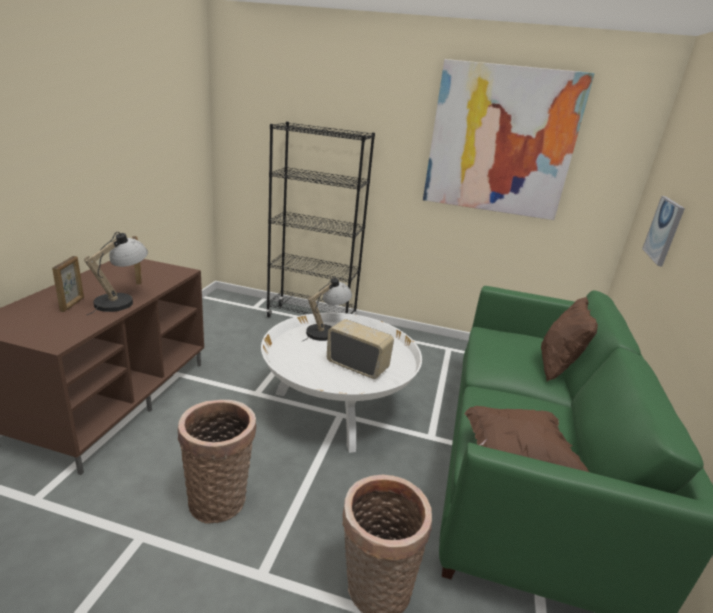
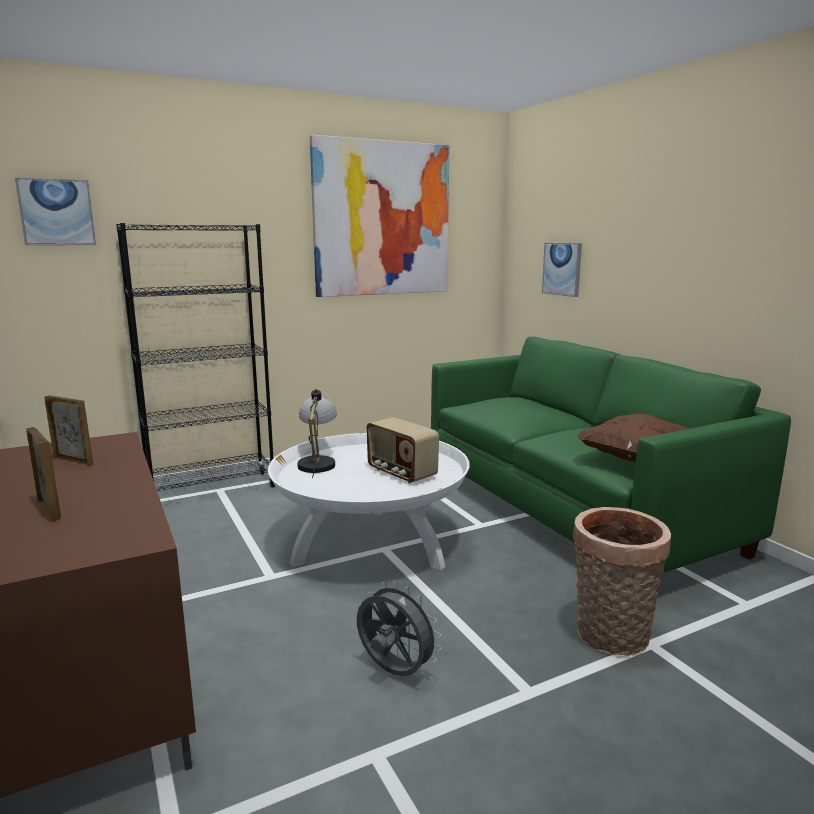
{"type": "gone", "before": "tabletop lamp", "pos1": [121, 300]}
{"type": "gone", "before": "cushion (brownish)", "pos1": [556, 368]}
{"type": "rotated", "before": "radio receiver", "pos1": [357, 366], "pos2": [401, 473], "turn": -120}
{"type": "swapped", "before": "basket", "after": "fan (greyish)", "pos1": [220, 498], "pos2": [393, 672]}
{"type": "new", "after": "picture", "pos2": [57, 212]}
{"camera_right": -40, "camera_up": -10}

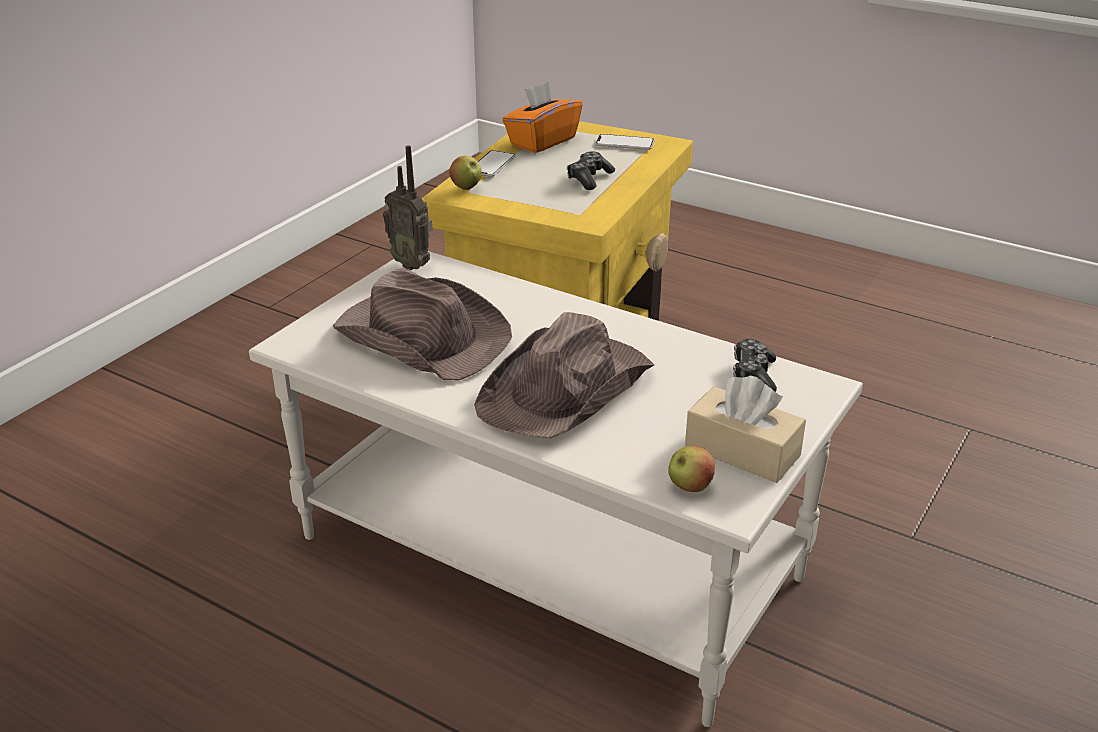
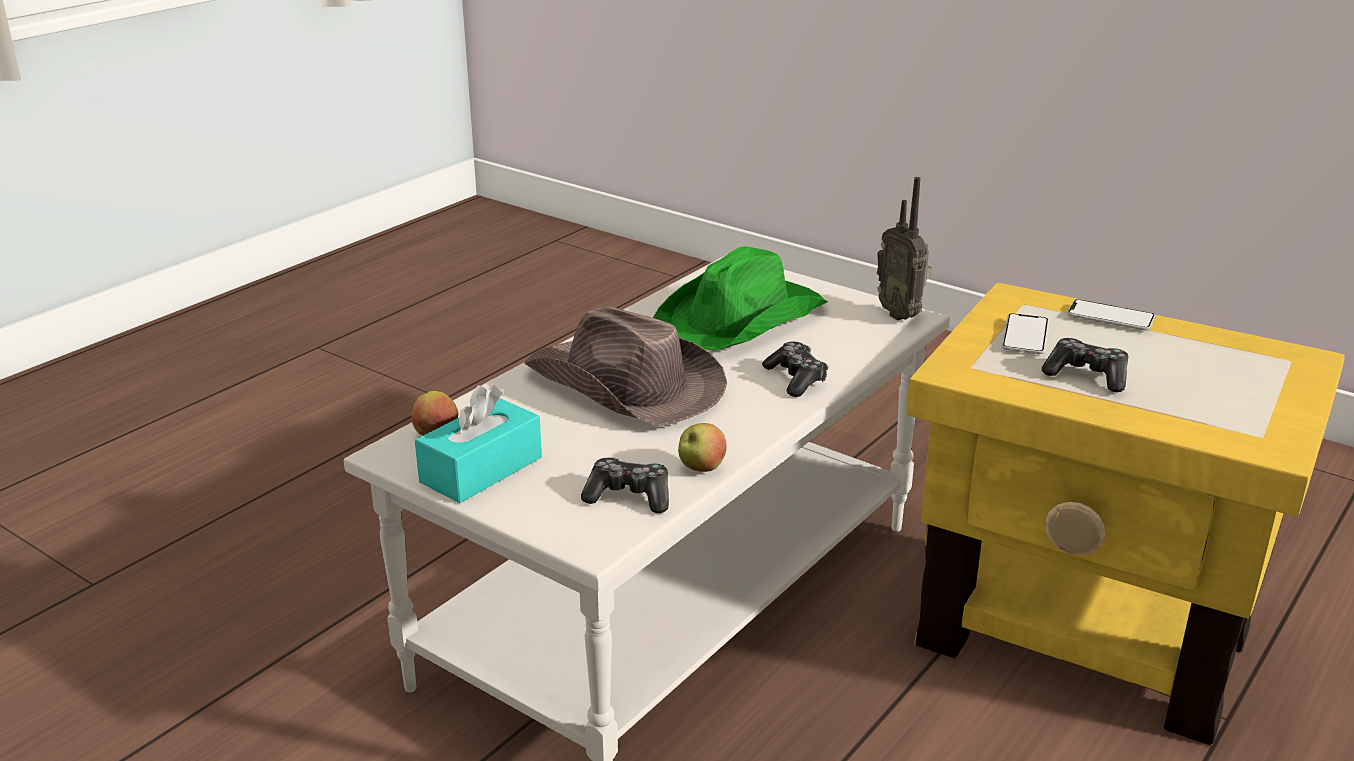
{"type": "gone", "before": "tissue box (orange-coloured)", "pos1": [542, 141]}
{"type": "shifted", "before": "telephone", "pos1": [624, 143], "pos2": [1025, 336]}
{"type": "rotated", "before": "radio receiver", "pos1": [412, 264], "pos2": [901, 314], "turn": -75}
{"type": "shifted", "before": "whole apple", "pos1": [466, 187], "pos2": [701, 468]}
{"type": "repainted", "before": "wearable hat (brownish)", "after": "wearable hat (green)", "pos1": [422, 336], "pos2": [741, 319]}
{"type": "repainted", "before": "tissue box (beige-coloured)", "after": "tissue box (turquoise-coloured)", "pos1": [742, 451], "pos2": [481, 470]}
{"type": "new", "after": "gamepad", "pos2": [796, 379]}
{"camera_right": 95, "camera_up": -5}

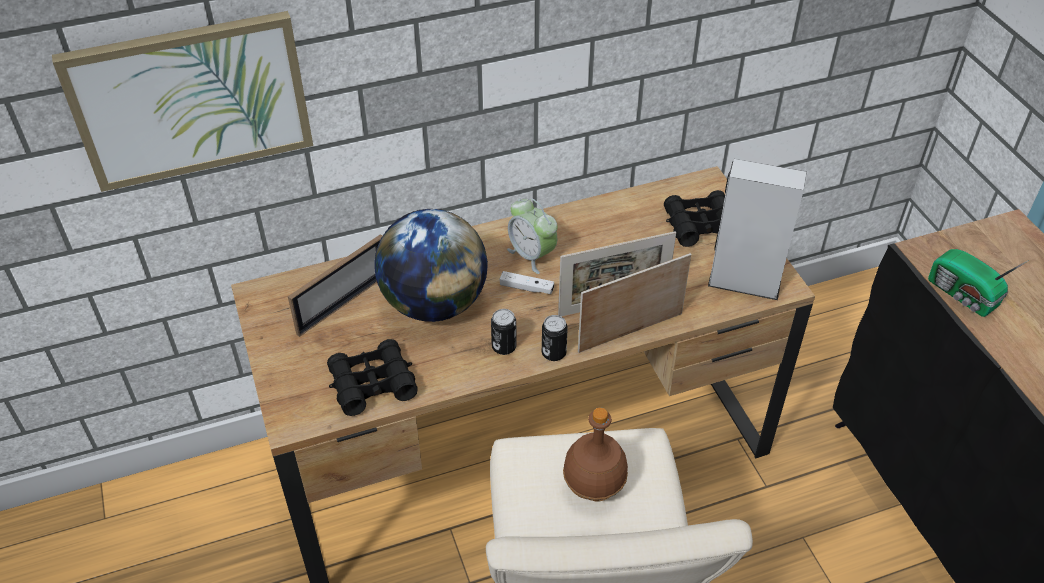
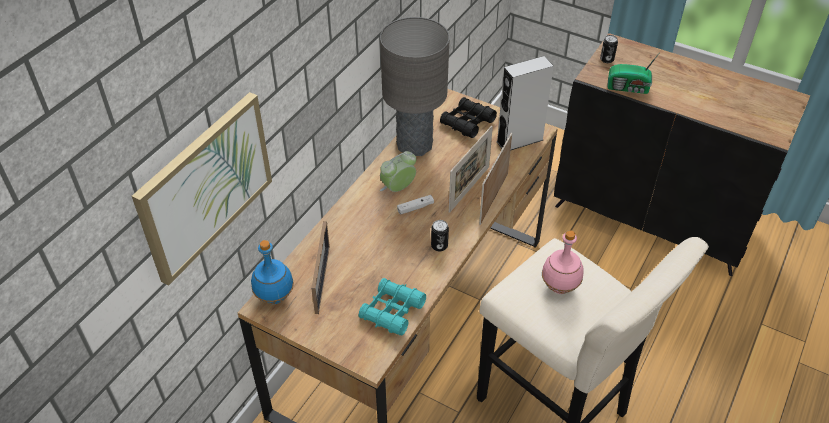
{"type": "rotated", "before": "alarm clock", "pos1": [532, 255], "pos2": [398, 188], "turn": 135}
{"type": "gone", "before": "desk globe", "pos1": [434, 303]}
{"type": "shifted", "before": "can", "pos1": [553, 353], "pos2": [607, 59]}
{"type": "repainted", "before": "binoculars (blackish)", "after": "binoculars (turquoise-coloured)", "pos1": [372, 384], "pos2": [392, 311]}
{"type": "repainted", "before": "bottle (brownish)", "after": "bottle (pinkish)", "pos1": [592, 489], "pos2": [559, 287]}
{"type": "new", "after": "tabletop lamp (greyish)", "pos2": [414, 145]}
{"type": "new", "after": "bottle (bluish)", "pos2": [275, 297]}
{"camera_right": -40, "camera_up": 0}

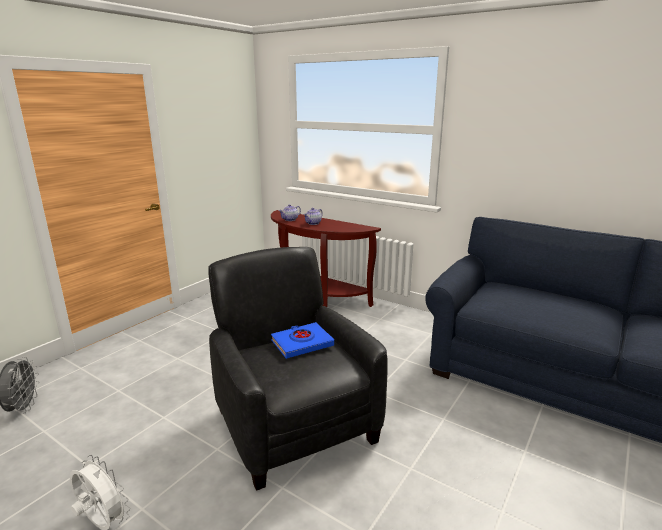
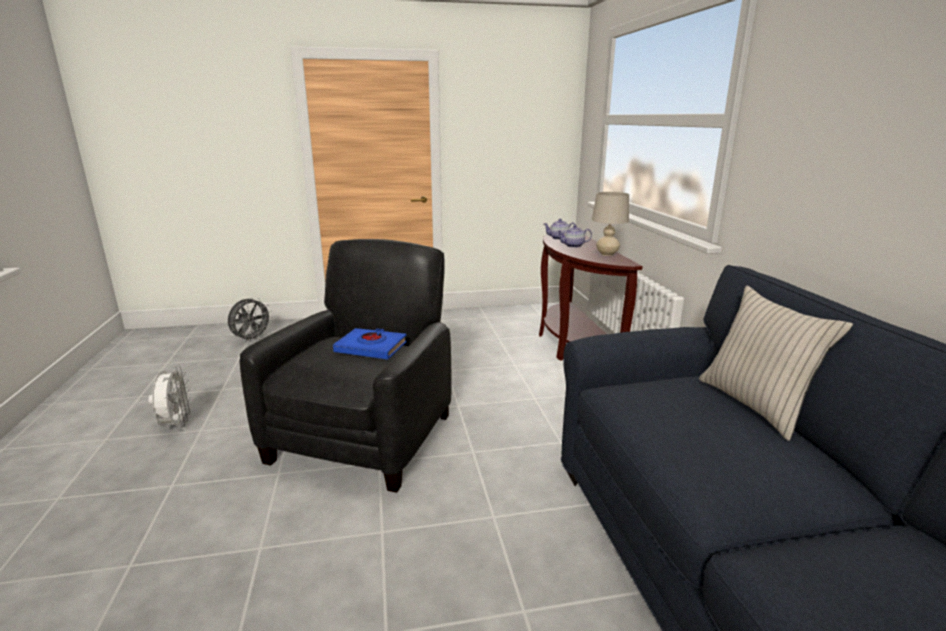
{"type": "new", "after": "tabletop lamp (beige-coloured)", "pos2": [607, 254]}
{"type": "new", "after": "cushion (beige-coloured)", "pos2": [755, 405]}
{"camera_right": 45, "camera_up": 0}

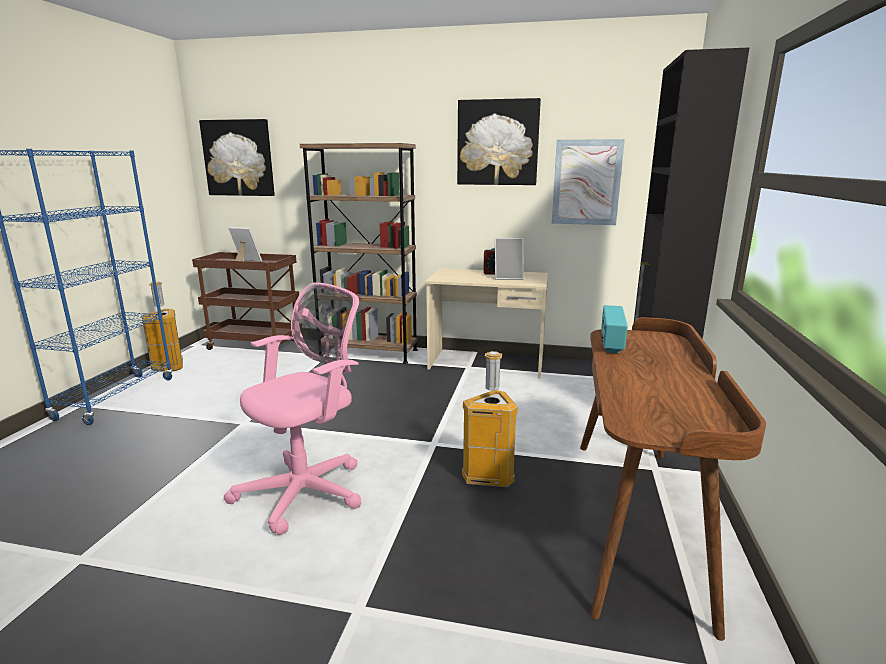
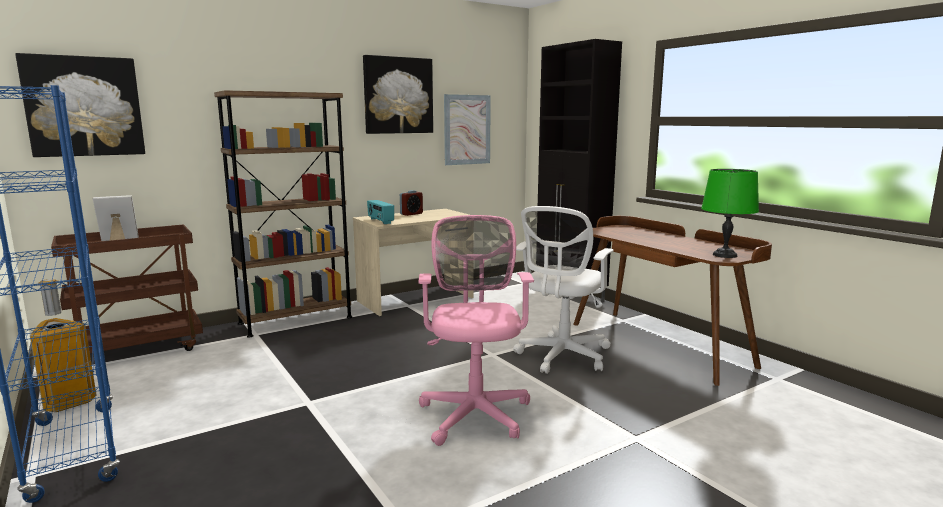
{"type": "gone", "before": "photo frame", "pos1": [508, 278]}
{"type": "shifted", "before": "radio receiver", "pos1": [610, 343], "pos2": [380, 221]}
{"type": "swapped", "before": "waste bin", "after": "desk chair (white-coloured)", "pos1": [487, 478], "pos2": [561, 357]}
{"type": "new", "after": "tabletop lamp (green)", "pos2": [724, 255]}
{"camera_right": -45, "camera_up": -5}

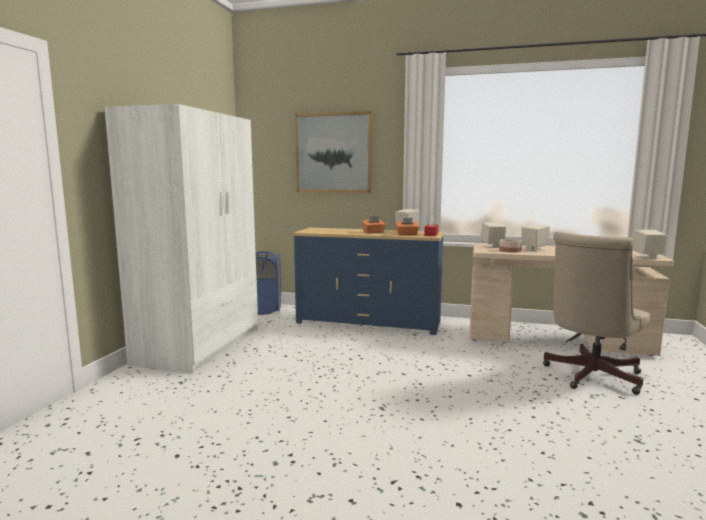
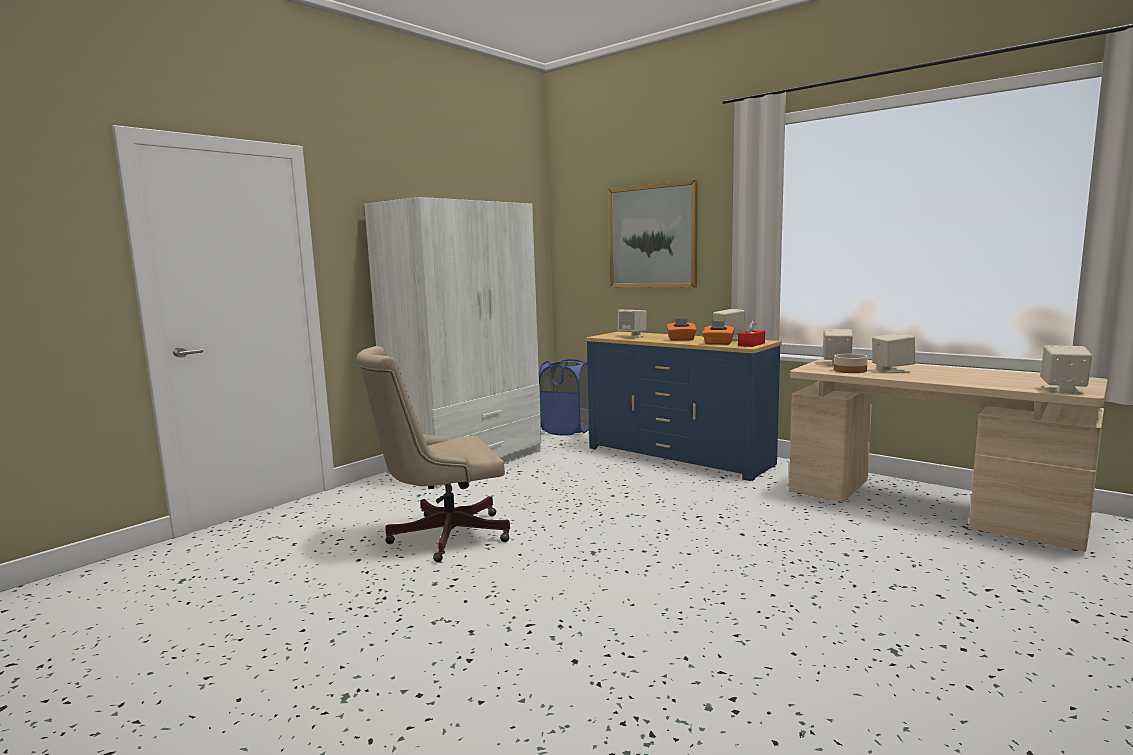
{"type": "shifted", "before": "desk chair (beige-coloured)", "pos1": [590, 377], "pos2": [441, 536]}
{"type": "new", "after": "audio speaker (beige-coloured)", "pos2": [632, 336]}
{"camera_right": 25, "camera_up": 0}

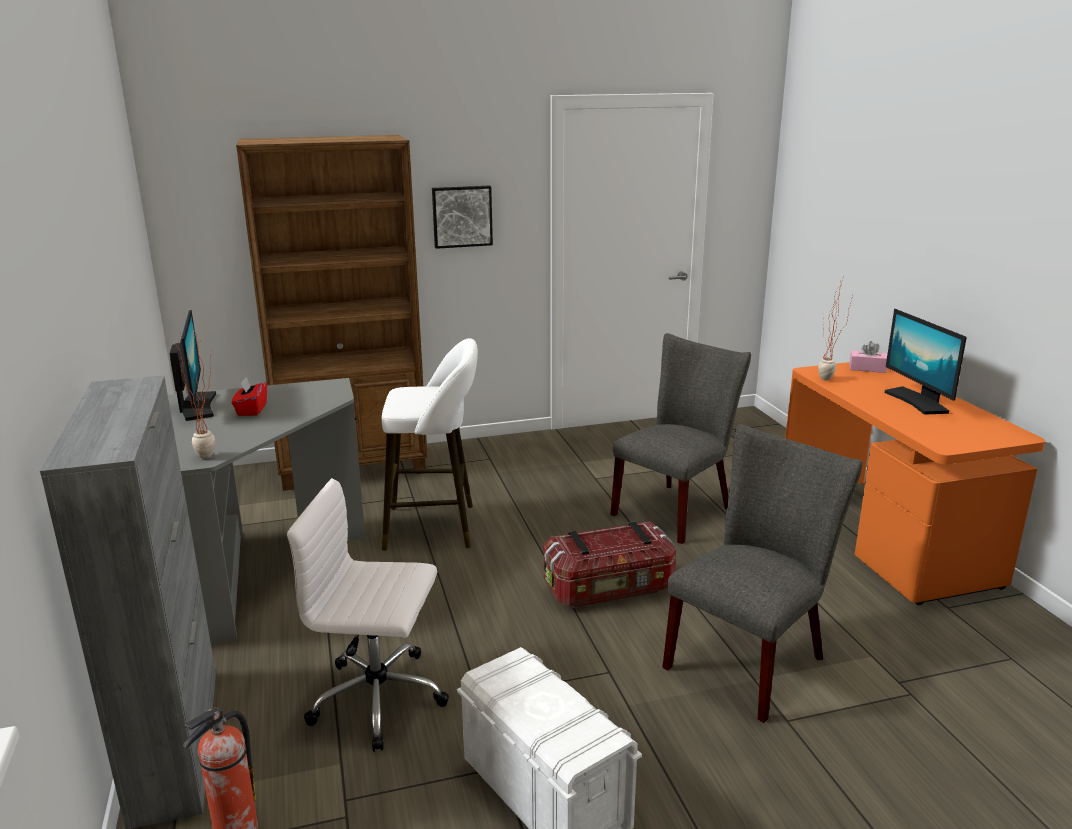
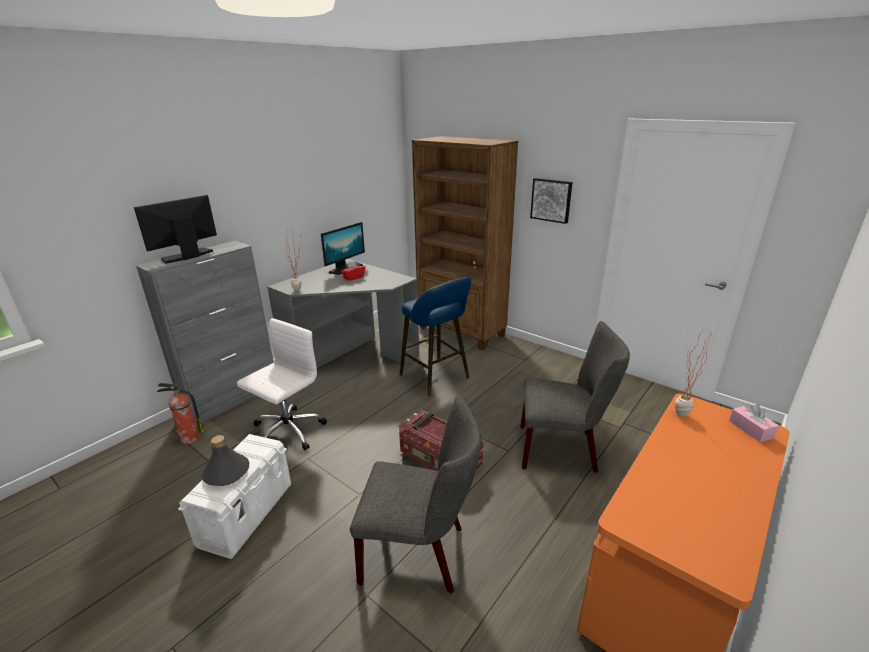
{"type": "shifted", "before": "computer display", "pos1": [917, 401], "pos2": [187, 256]}
{"type": "repainted", "before": "stool seat (white-coloured)", "after": "stool seat (bluish)", "pos1": [436, 527], "pos2": [437, 378]}
{"type": "rotated", "before": "desk chair (white-coloured)", "pos1": [380, 699], "pos2": [287, 431], "turn": 60}
{"type": "new", "after": "bottle (greyish)", "pos2": [227, 473]}
{"camera_right": 55, "camera_up": 5}

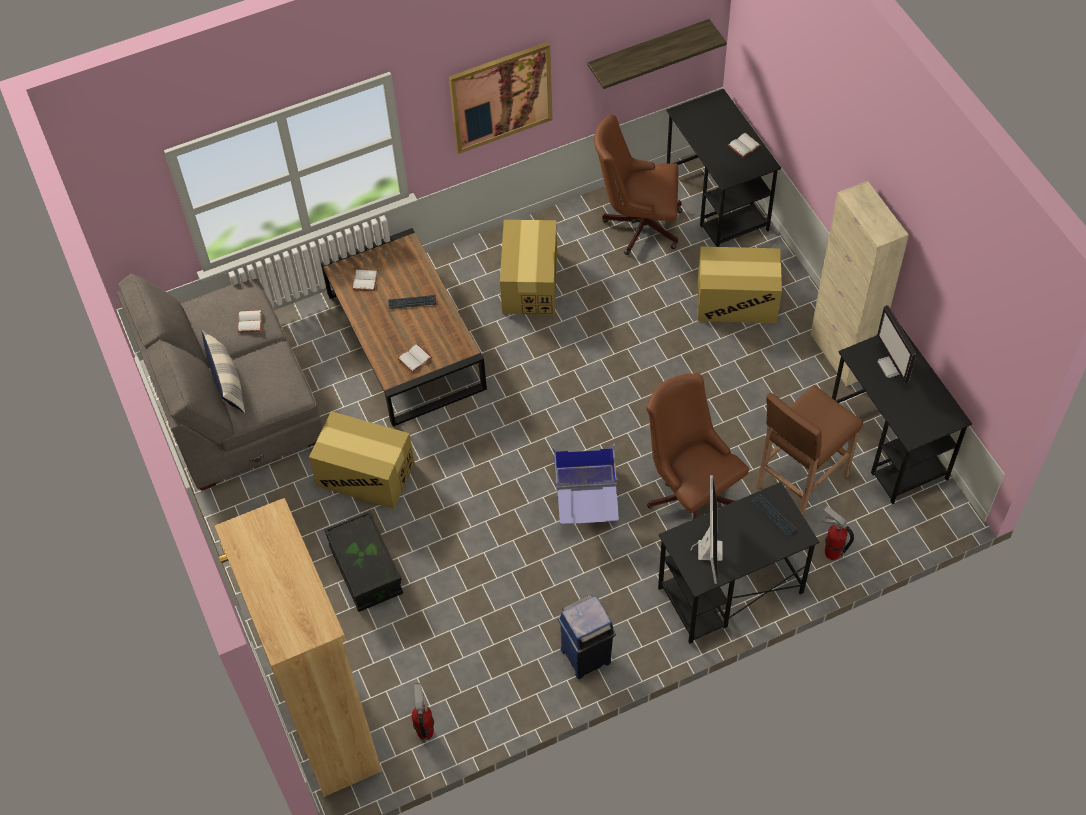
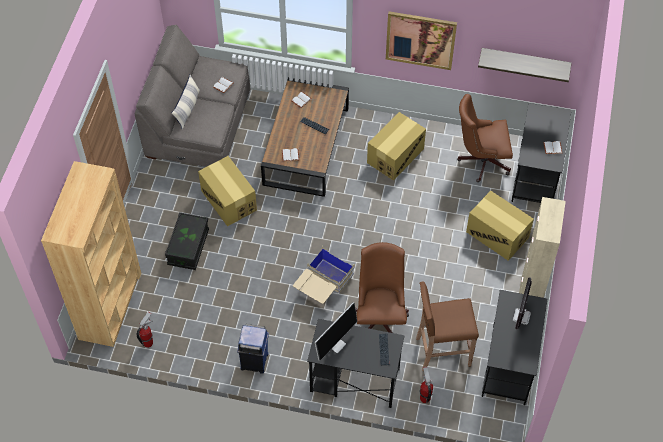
{"type": "rotated", "before": "desk chair (brownish)", "pos1": [638, 224], "pos2": [481, 160], "turn": -45}
{"type": "repainted", "before": "storage box (bluish)", "after": "storage box (beige-coloured)", "pos1": [586, 502], "pos2": [323, 286]}
{"camera_right": 35, "camera_up": 0}

